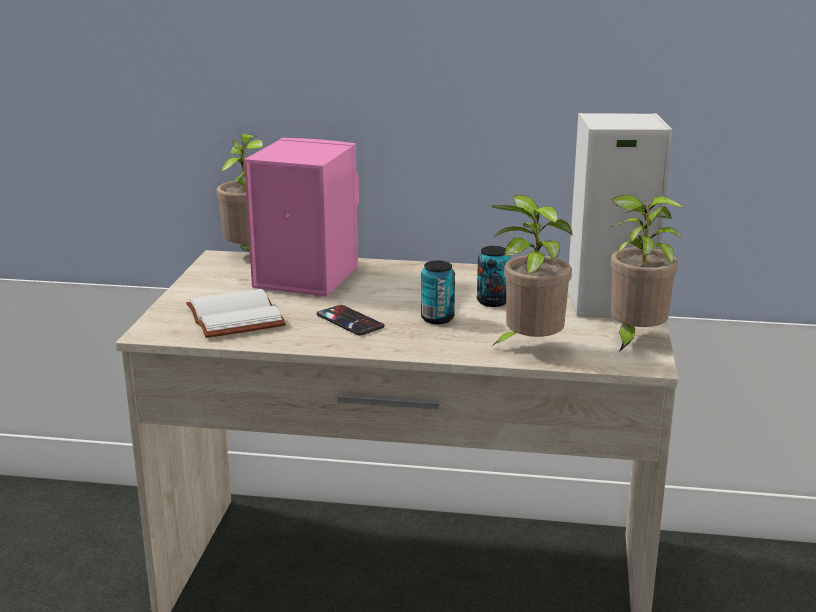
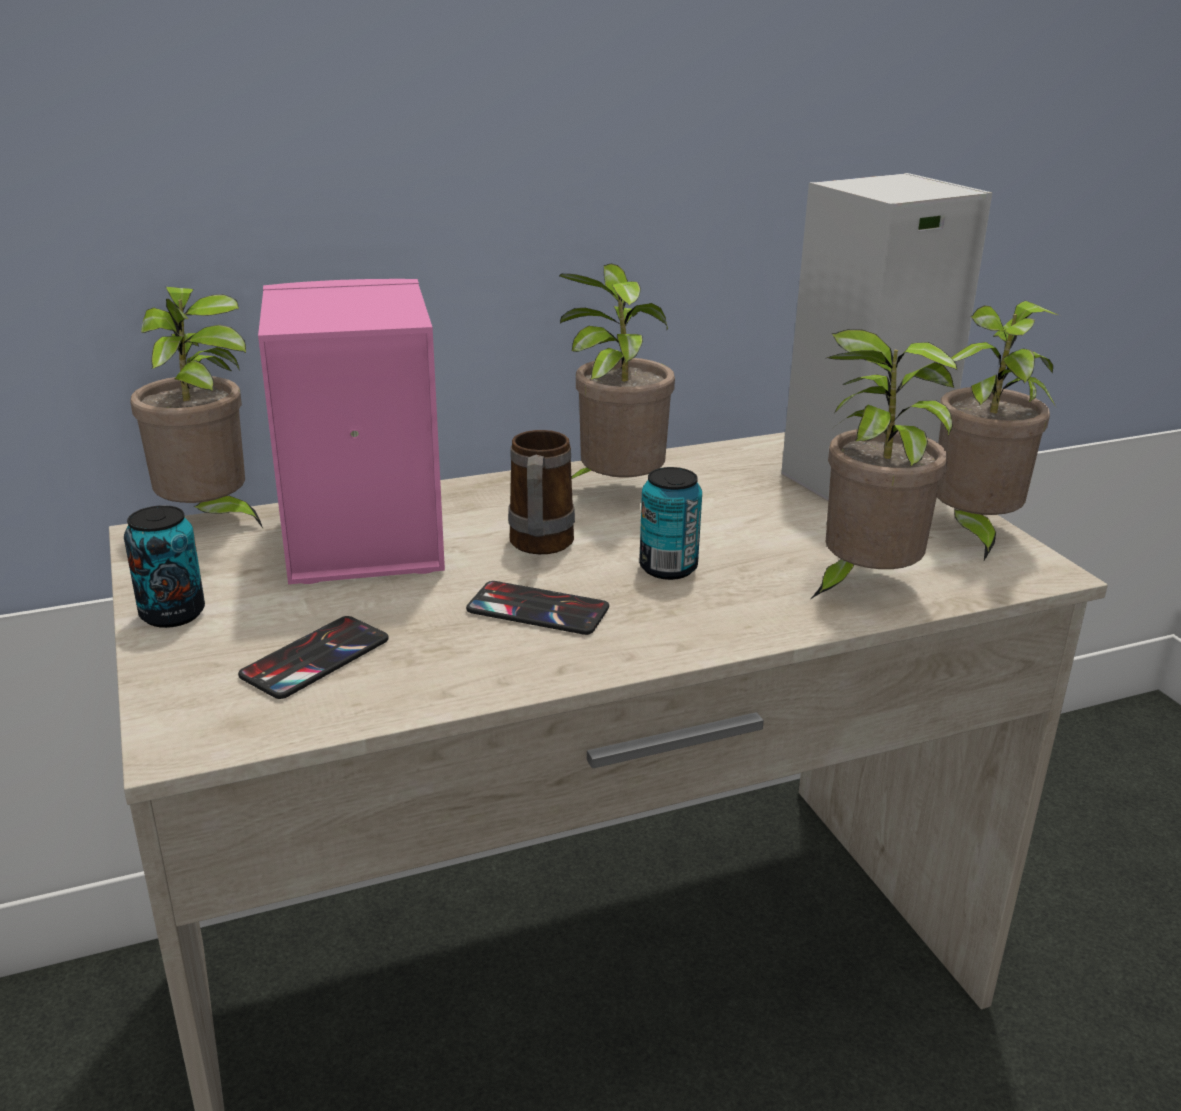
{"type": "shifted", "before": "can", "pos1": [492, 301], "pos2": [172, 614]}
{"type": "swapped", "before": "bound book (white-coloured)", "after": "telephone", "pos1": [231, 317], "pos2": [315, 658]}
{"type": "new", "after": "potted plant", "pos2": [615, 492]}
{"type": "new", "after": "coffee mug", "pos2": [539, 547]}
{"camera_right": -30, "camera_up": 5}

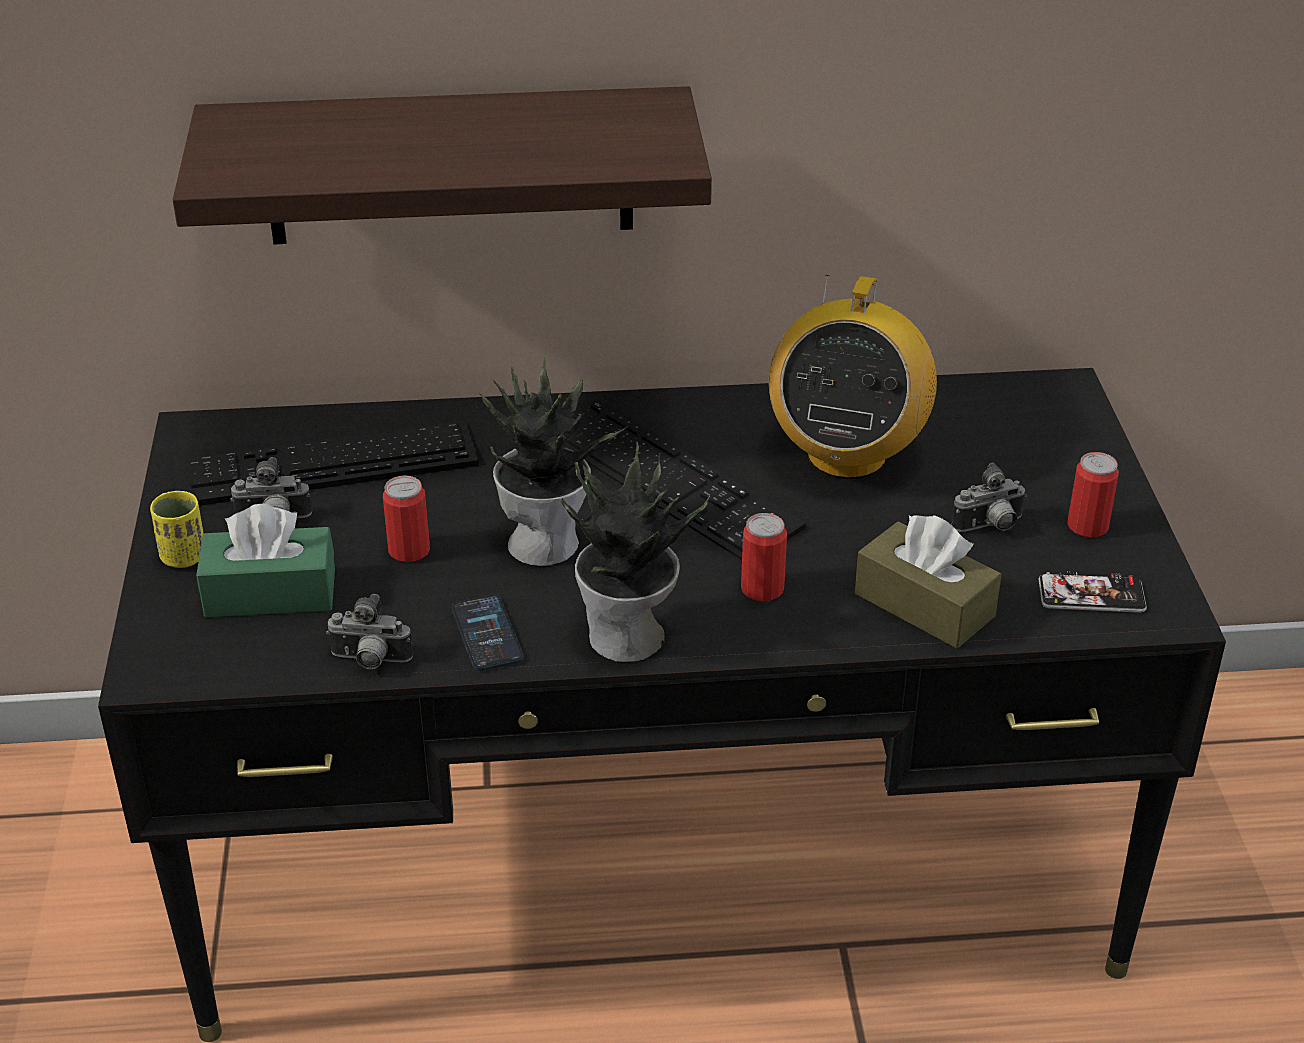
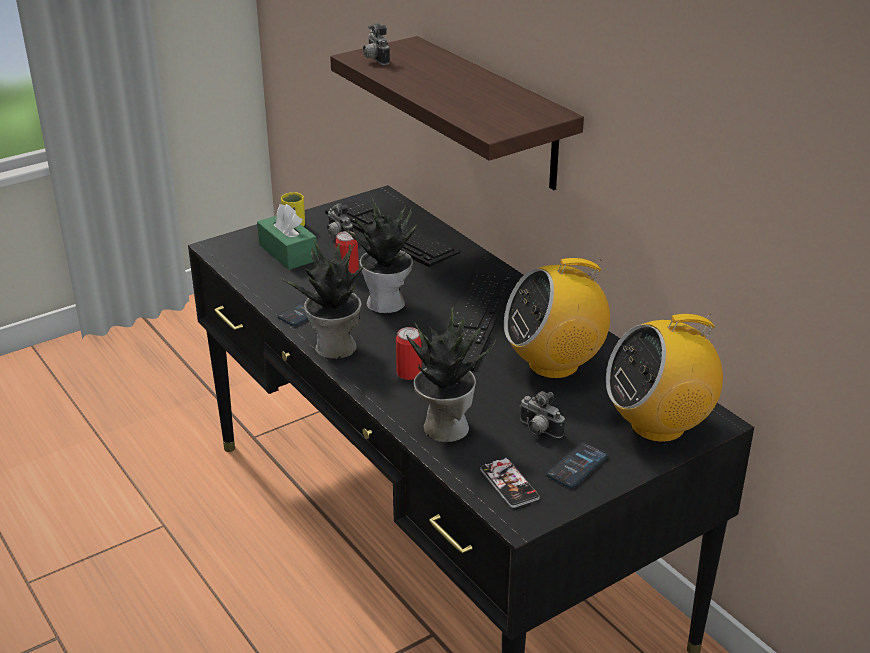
{"type": "swapped", "before": "can", "after": "telephone", "pos1": [1087, 526], "pos2": [577, 466]}
{"type": "swapped", "before": "tissue box (brownish)", "after": "potted plant", "pos1": [924, 605], "pos2": [444, 427]}
{"type": "shifted", "before": "still camera", "pos1": [370, 661], "pos2": [374, 60]}
{"type": "new", "after": "radio receiver", "pos2": [658, 426]}
{"camera_right": 60, "camera_up": -5}

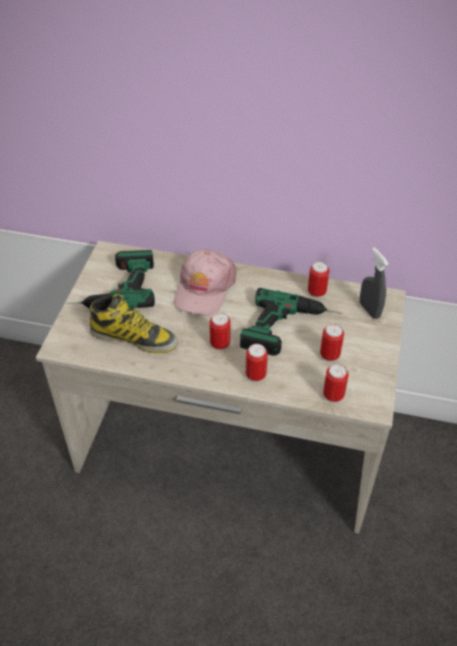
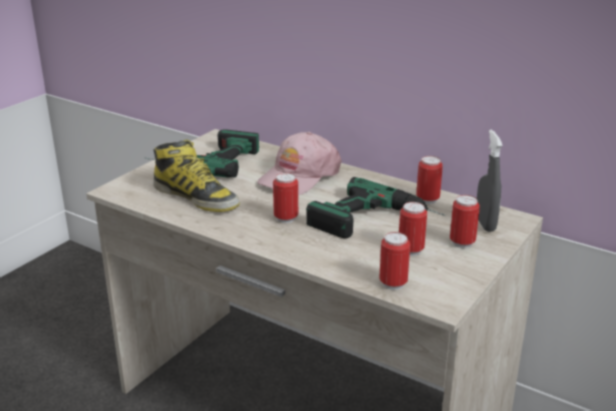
{"type": "shifted", "before": "can", "pos1": [255, 375], "pos2": [462, 243]}
{"camera_right": 20, "camera_up": -20}

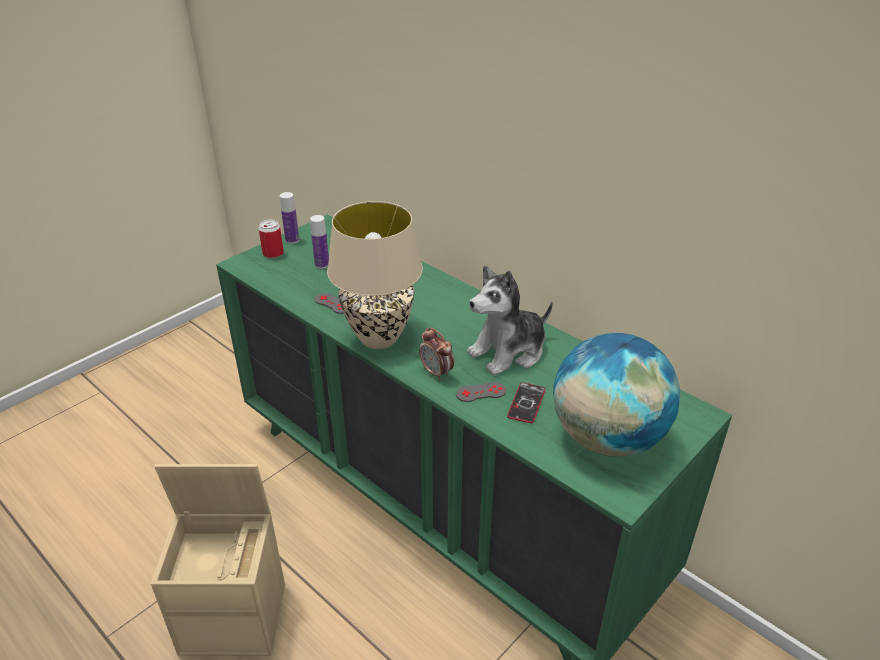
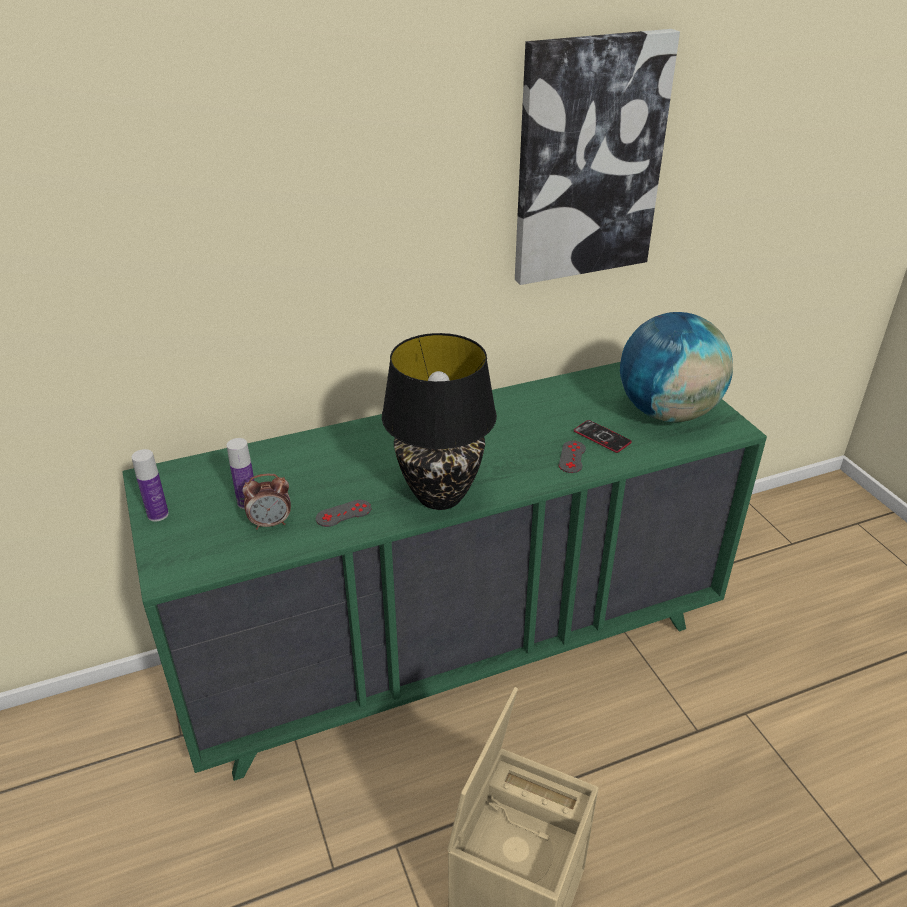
{"type": "repainted", "before": "tabletop lamp (beige-coloured)", "after": "tabletop lamp (blackish)", "pos1": [380, 338], "pos2": [440, 495]}
{"type": "gone", "before": "can", "pos1": [273, 253]}
{"type": "gone", "before": "plush toy", "pos1": [508, 352]}
{"type": "shifted", "before": "alarm clock", "pos1": [436, 373], "pos2": [271, 523]}
{"type": "new", "after": "picture", "pos2": [588, 160]}
{"camera_right": -65, "camera_up": 0}

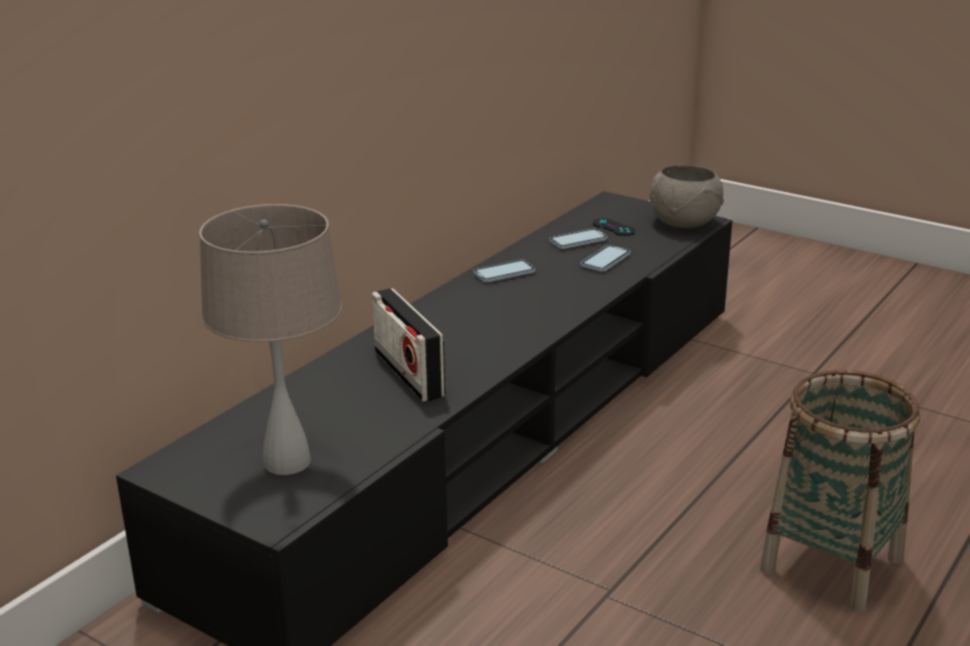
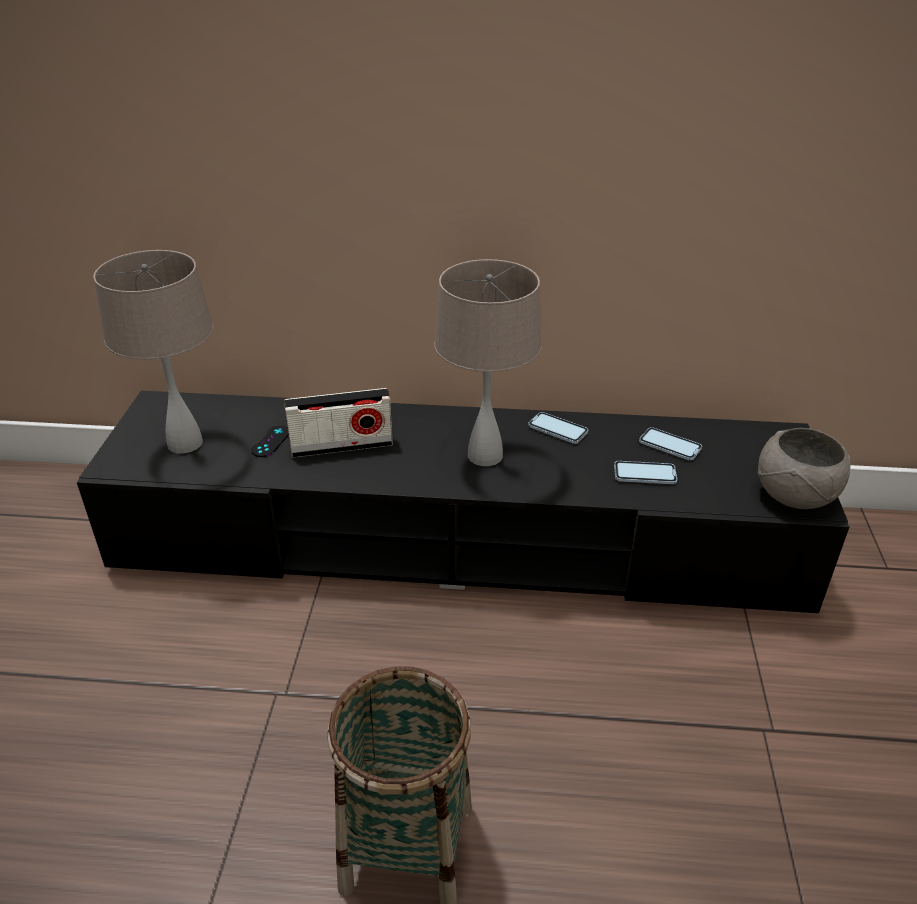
{"type": "shifted", "before": "gamepad (blackish)", "pos1": [613, 227], "pos2": [270, 441]}
{"type": "rotated", "before": "radio receiver", "pos1": [408, 373], "pos2": [341, 446], "turn": -135}
{"type": "new", "after": "tabletop lamp (beige-coloured)", "pos2": [486, 455]}
{"camera_right": 60, "camera_up": 10}

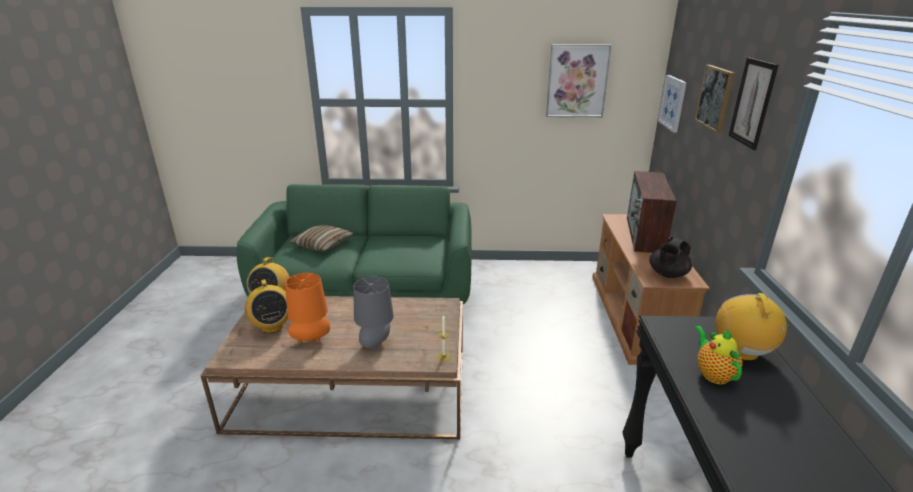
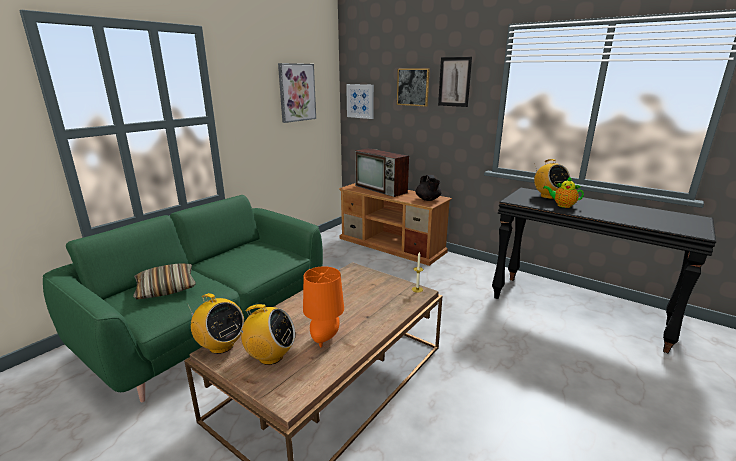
{"type": "gone", "before": "tabletop lamp (greyish)", "pos1": [376, 345]}
{"type": "rotated", "before": "radio receiver", "pos1": [742, 352], "pos2": [548, 196], "turn": -150}
{"camera_right": -55, "camera_up": -5}

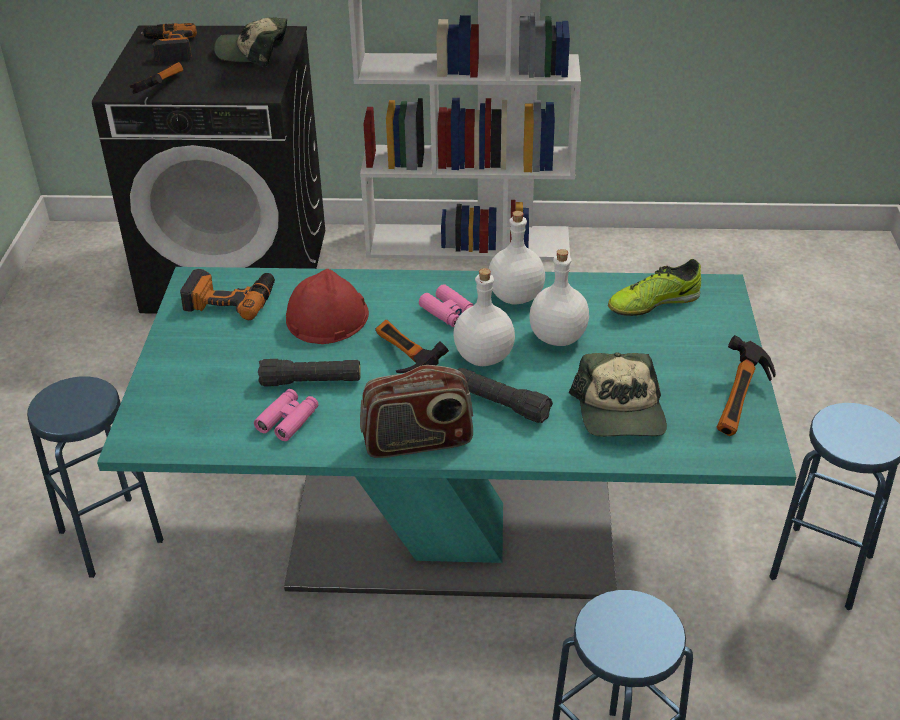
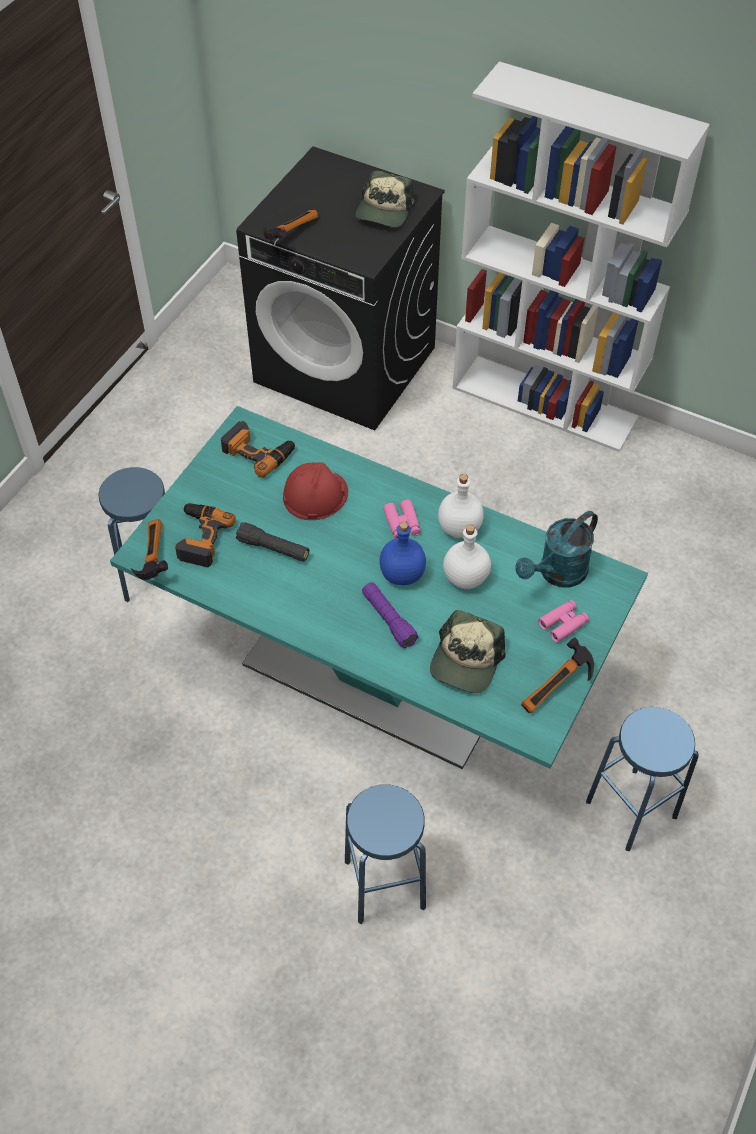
{"type": "rotated", "before": "cap", "pos1": [253, 52], "pos2": [384, 211], "turn": -105}
{"type": "shifted", "before": "power drill", "pos1": [168, 48], "pos2": [199, 537]}
{"type": "swapped", "before": "shoe", "after": "sprinkling can (turquoise-coloured)", "pos1": [653, 303], "pos2": [557, 574]}
{"type": "repainted", "before": "bottle (white-coloured)", "after": "bottle (bluish)", "pos1": [484, 358], "pos2": [402, 575]}
{"type": "shifted", "before": "hammer", "pos1": [401, 362], "pos2": [150, 557]}
{"type": "gone", "before": "radio receiver", "pos1": [417, 442]}
{"type": "repainted", "before": "flashlight (blackish)", "after": "flashlight (purplish)", "pos1": [500, 404], "pos2": [388, 619]}
{"type": "shifted", "before": "binoculars (pinkish)", "pos1": [288, 420], "pos2": [563, 624]}
{"camera_right": 25, "camera_up": 15}

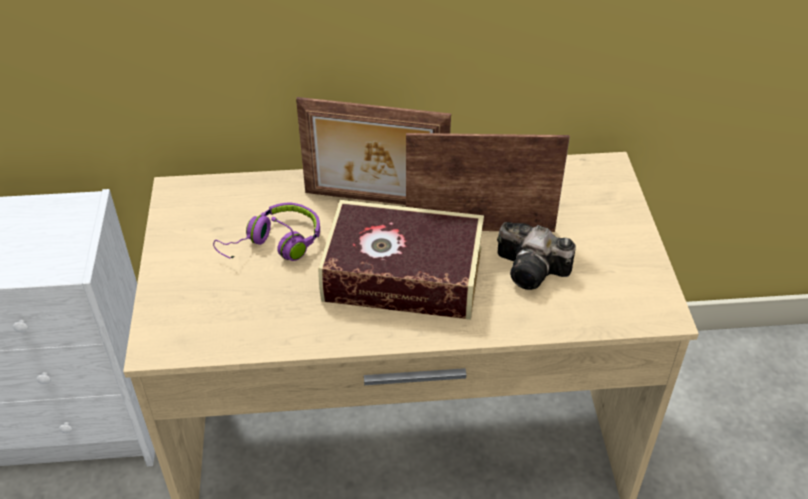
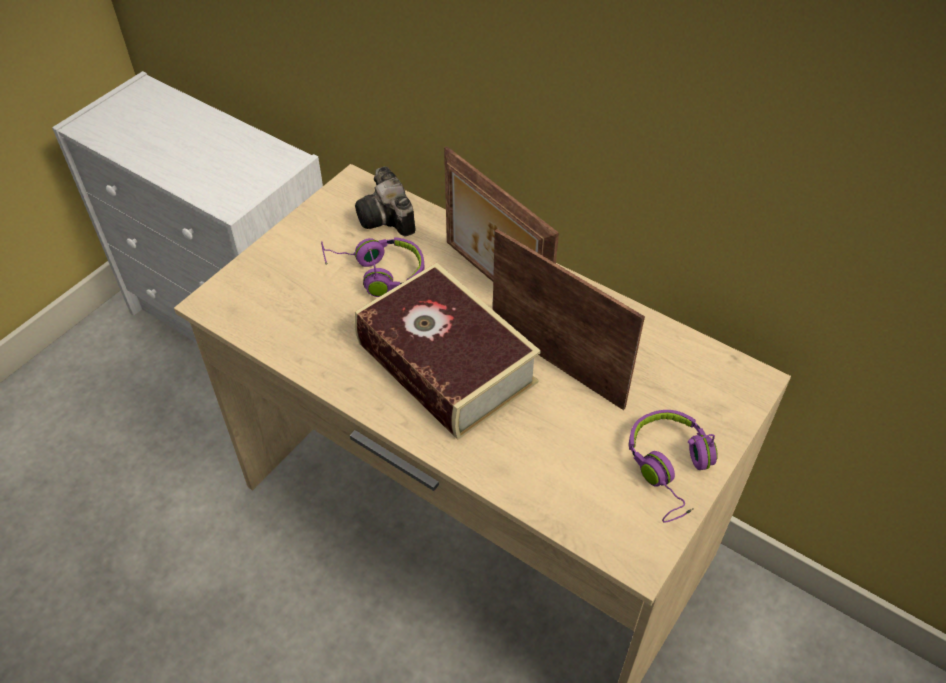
{"type": "shifted", "before": "still camera", "pos1": [534, 270], "pos2": [388, 219]}
{"type": "new", "after": "headphones (purplish)", "pos2": [670, 469]}
{"camera_right": 40, "camera_up": 5}

